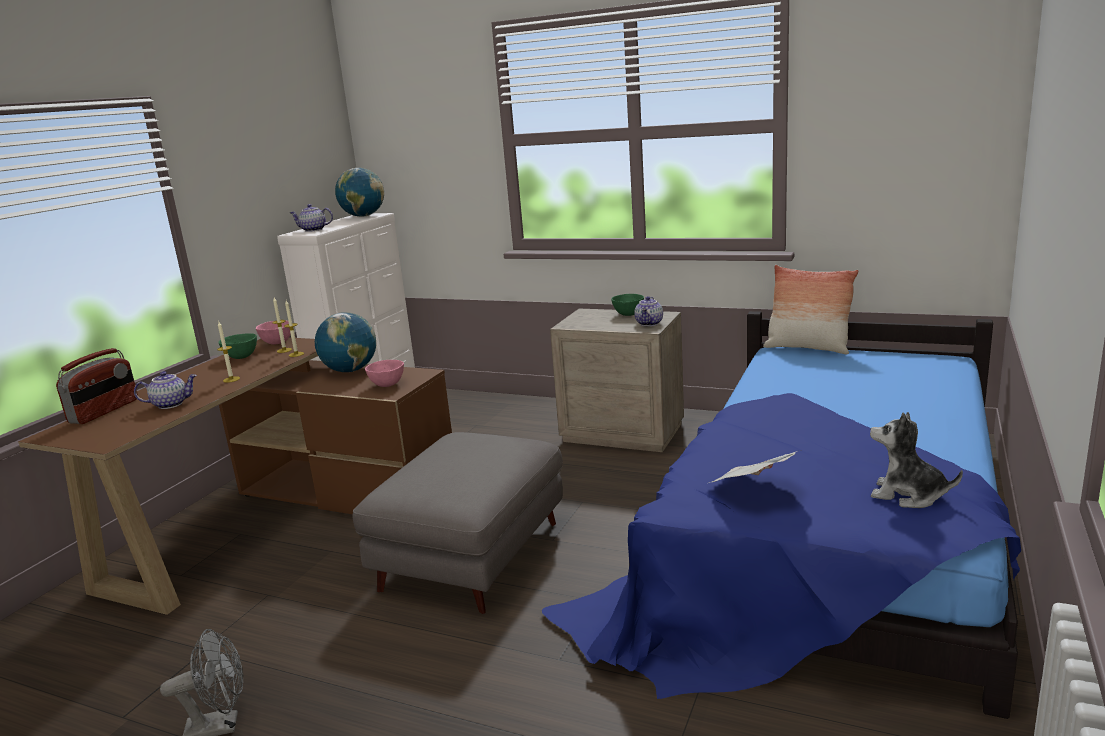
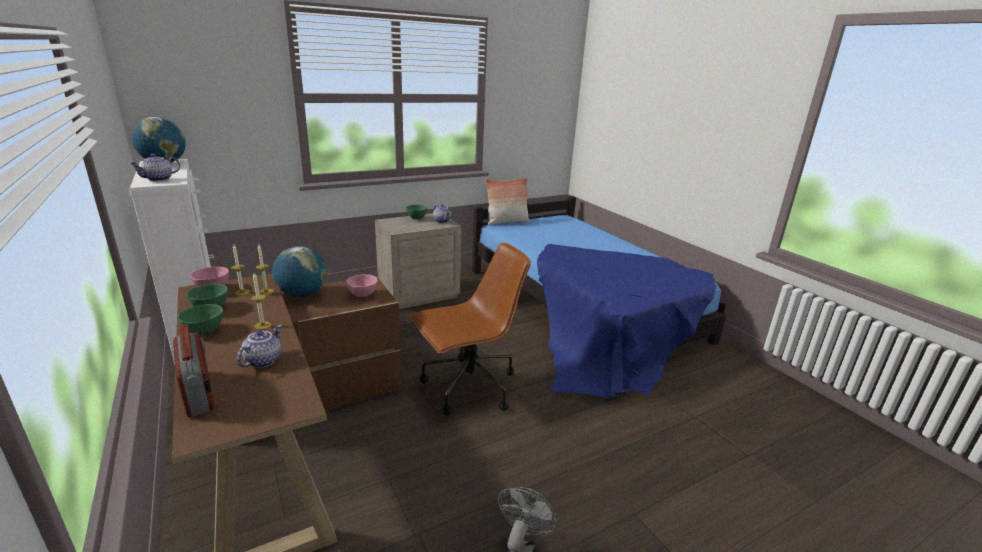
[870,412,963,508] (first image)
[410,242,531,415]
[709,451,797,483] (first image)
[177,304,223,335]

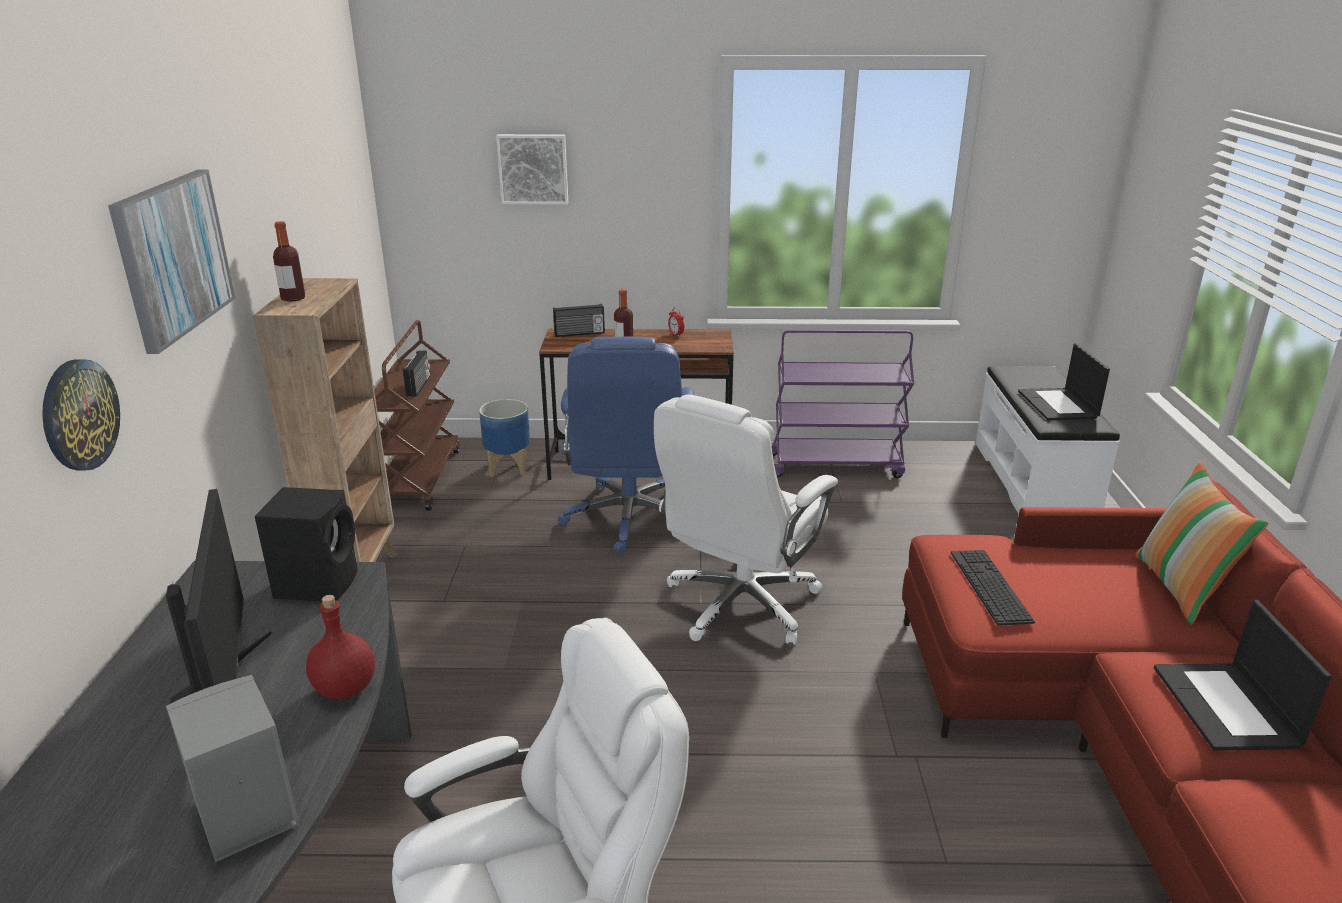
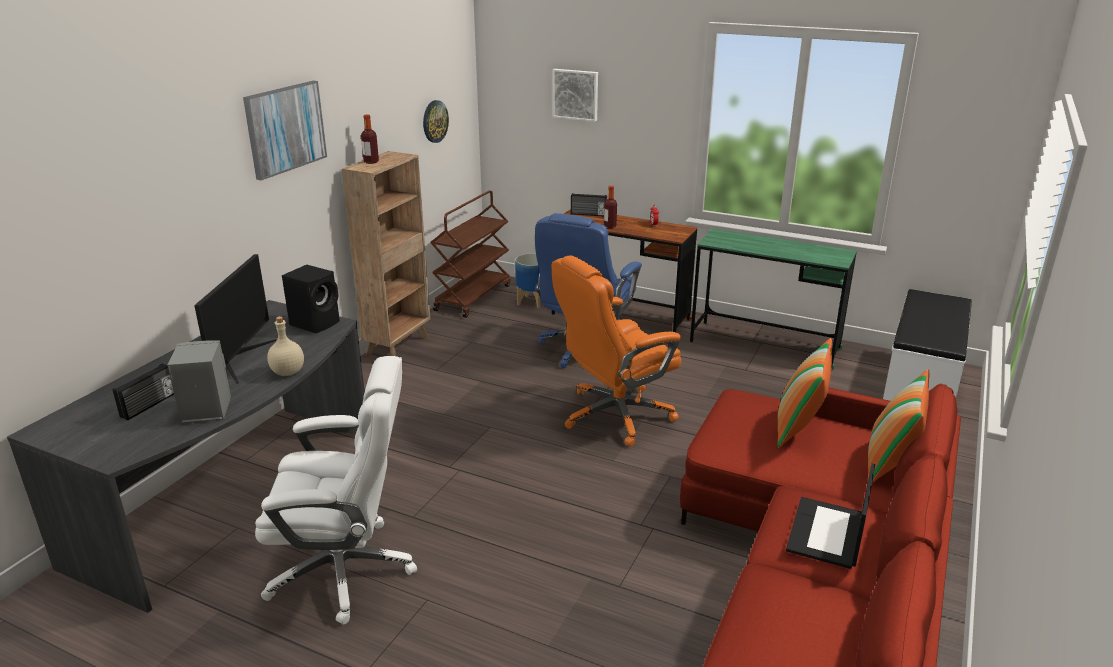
[690,229,857,371]
[1018,343,1110,421] (first image)
[113,363,174,420]
[423,100,449,143]
[552,256,681,447]
[951,550,1035,626] (first image)
[267,316,304,376]
[778,338,832,448]

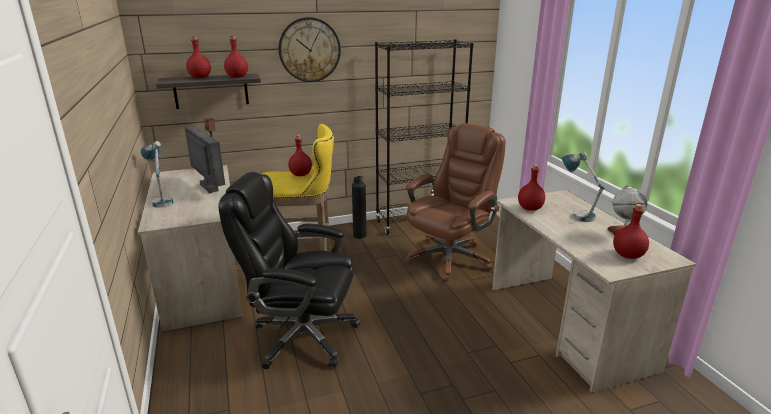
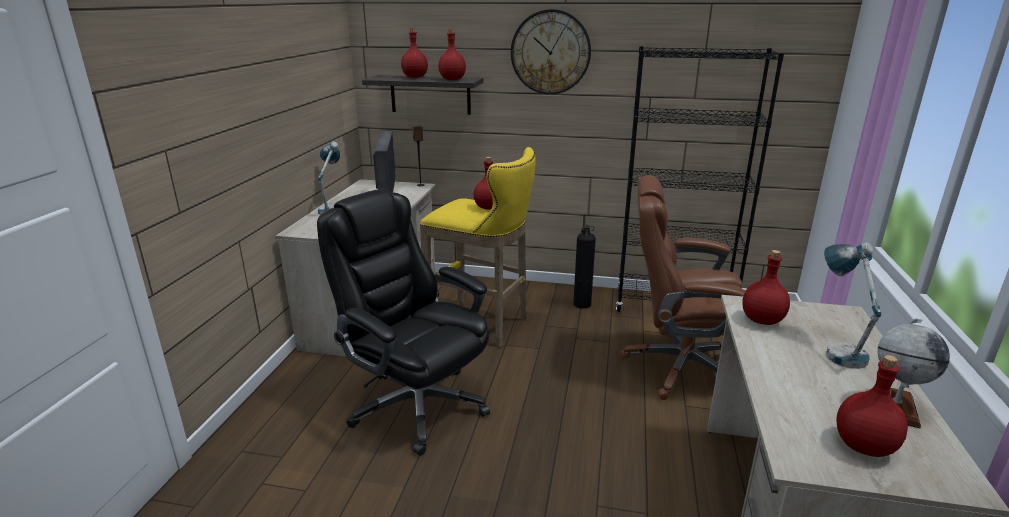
[620,175,745,400]

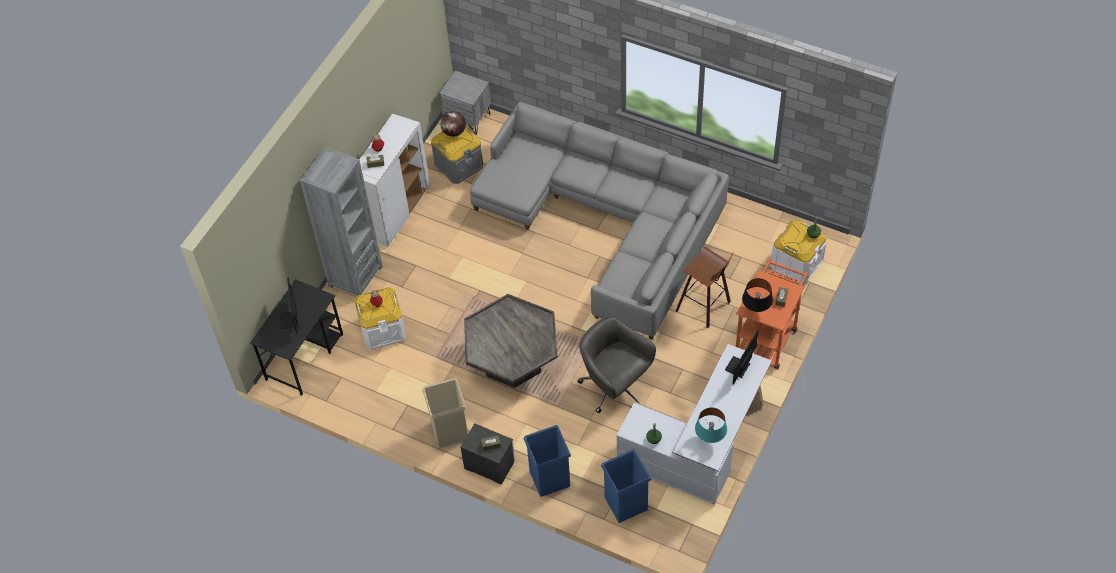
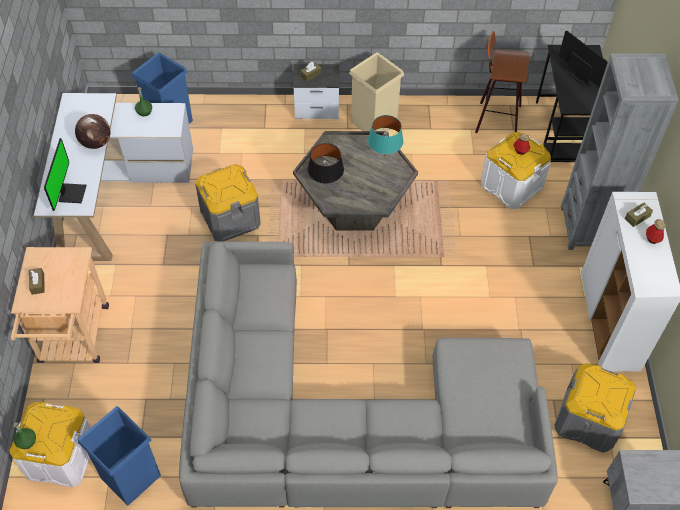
[75,114,110,149]
[475,31,530,133]
[11,247,109,363]
[308,143,344,184]
[195,164,261,242]
[368,115,403,157]
[78,406,161,505]

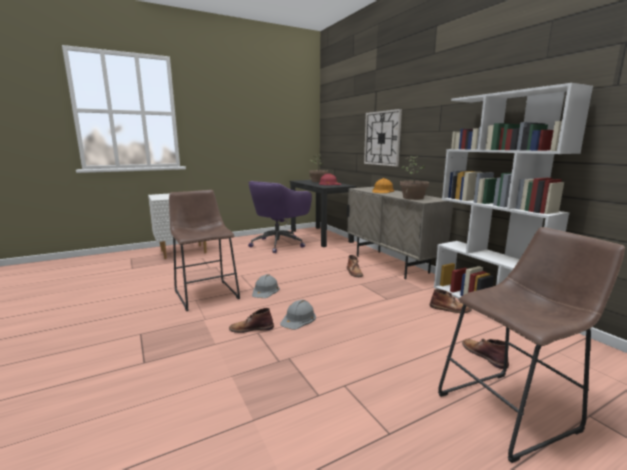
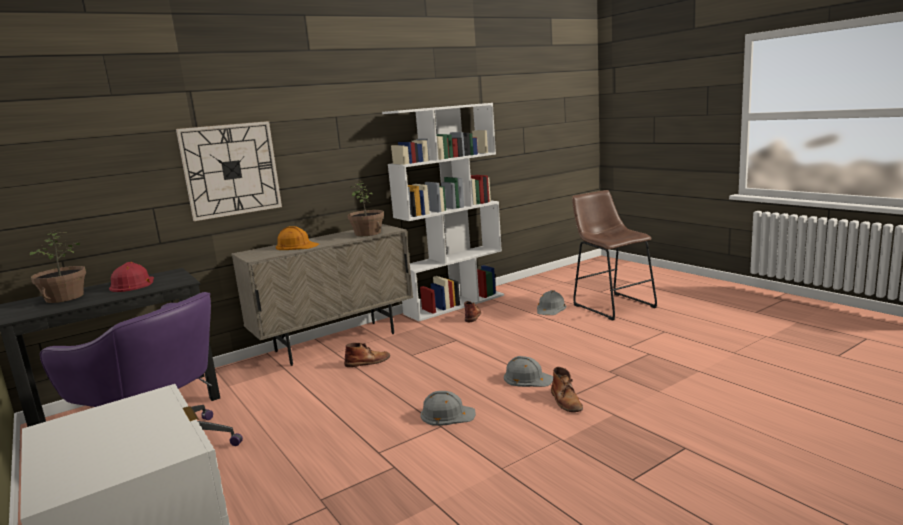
[169,190,240,311] (first image)
[537,290,567,315]

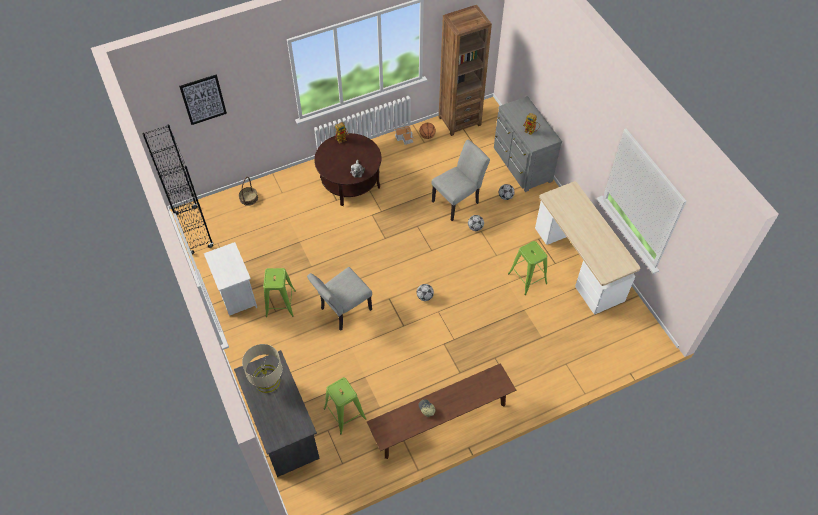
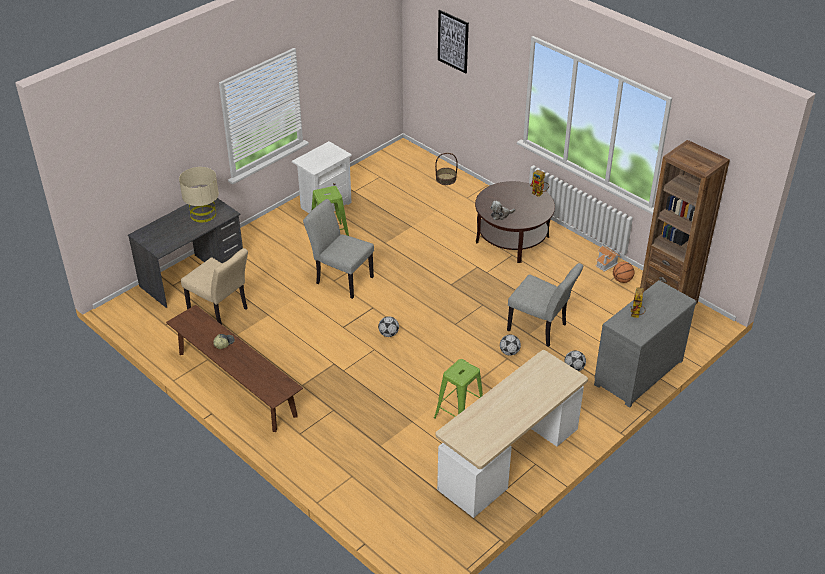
[142,125,213,254] (first image)
[181,248,248,325]

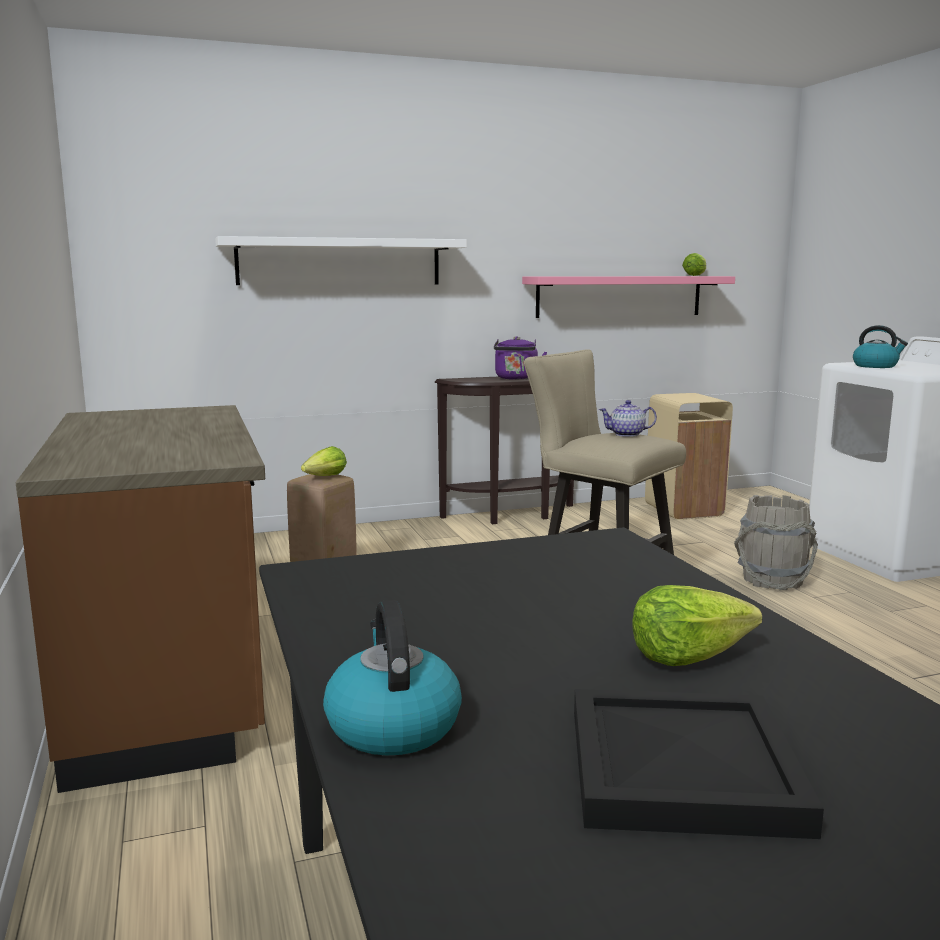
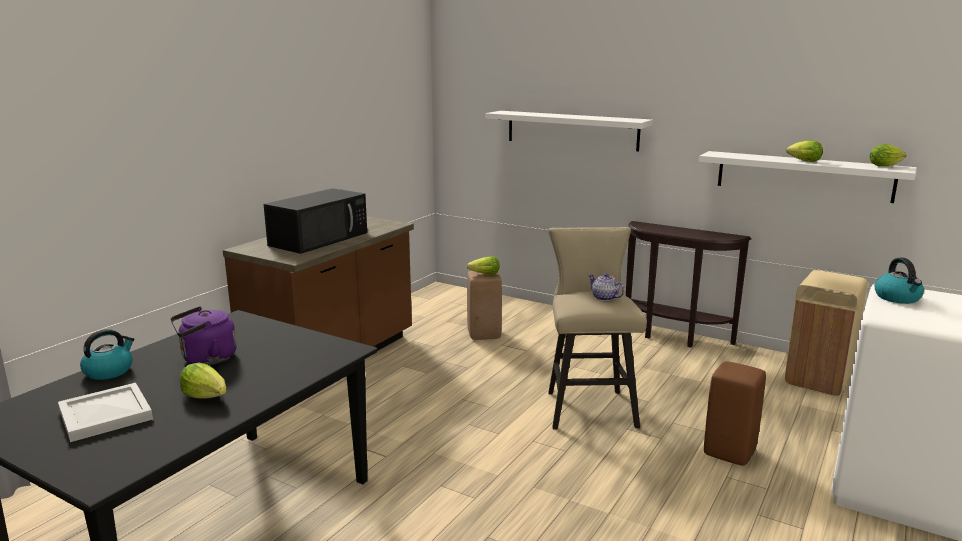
[699,151,917,203]
[170,306,237,365]
[704,361,766,466]
[58,383,153,442]
[786,140,823,162]
[264,188,367,254]

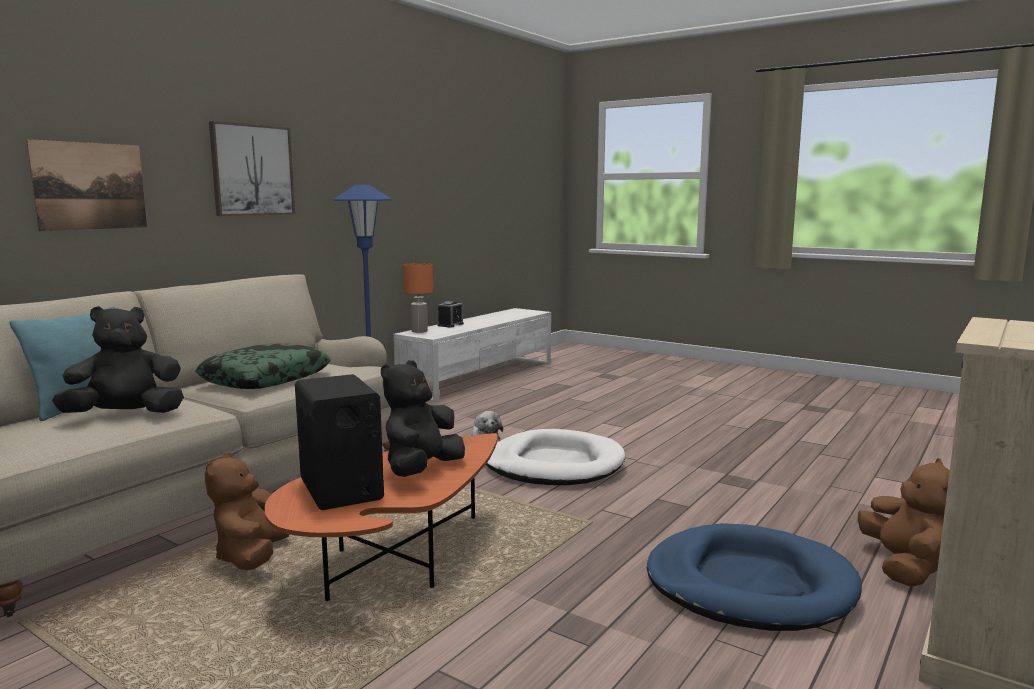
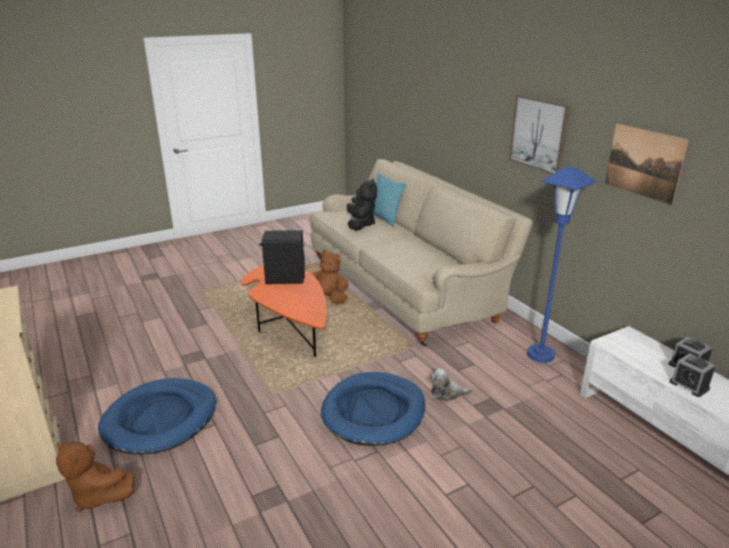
[605,124,689,205]
[403,263,433,333] (first image)
[195,343,331,389] (first image)
[381,360,465,477] (first image)
[321,372,425,446]
[670,353,715,397]

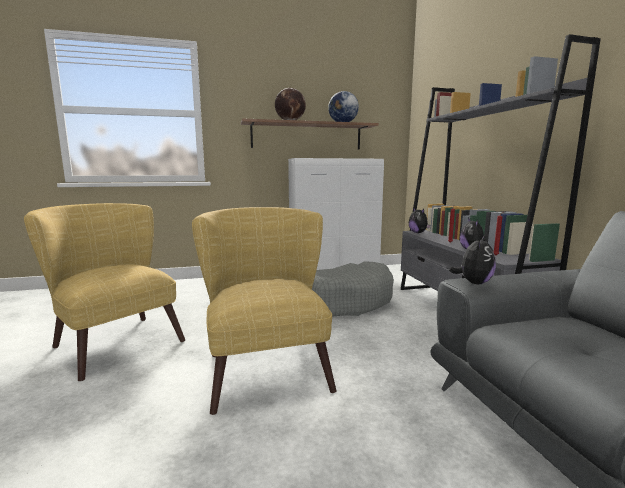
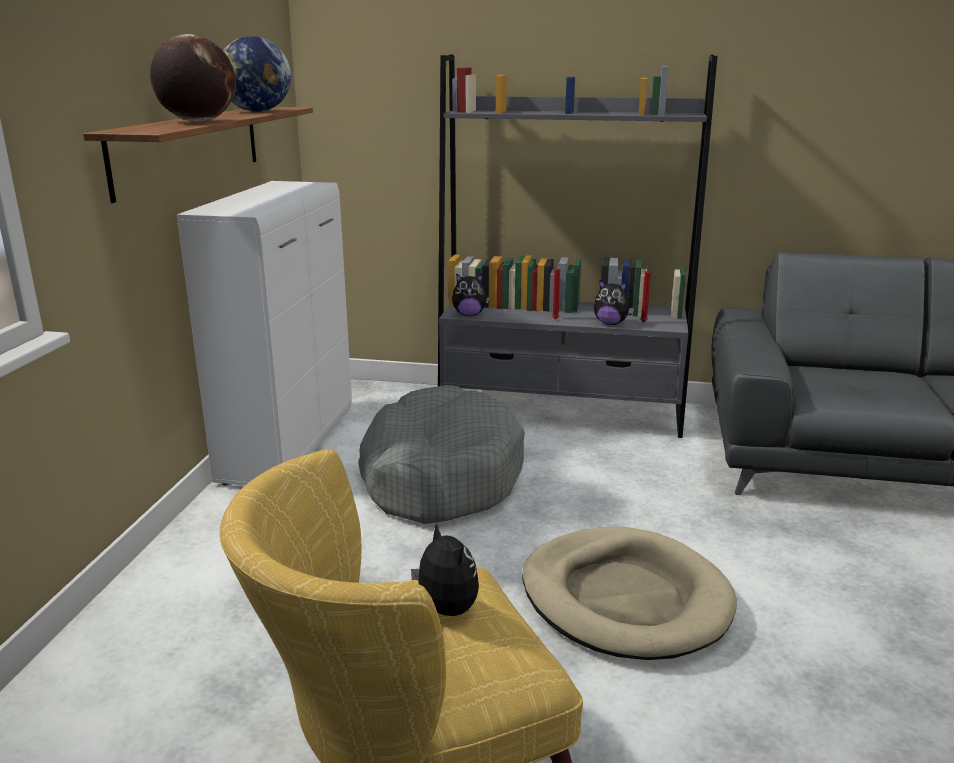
[522,527,737,660]
[411,522,479,616]

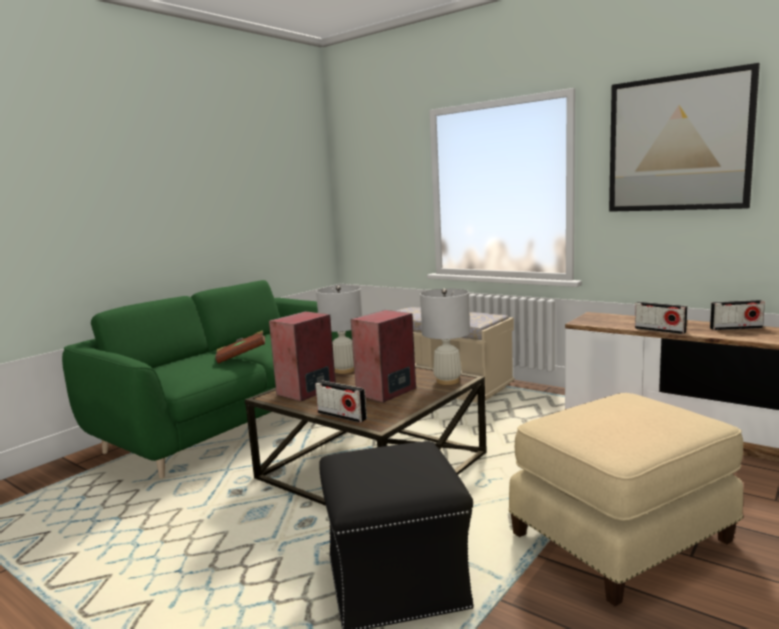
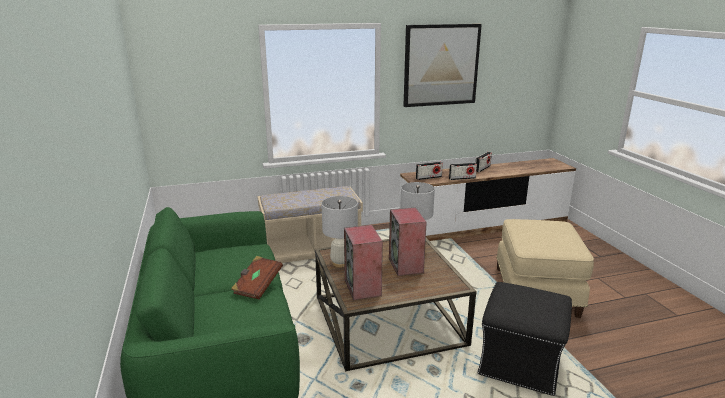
[416,162,443,180]

